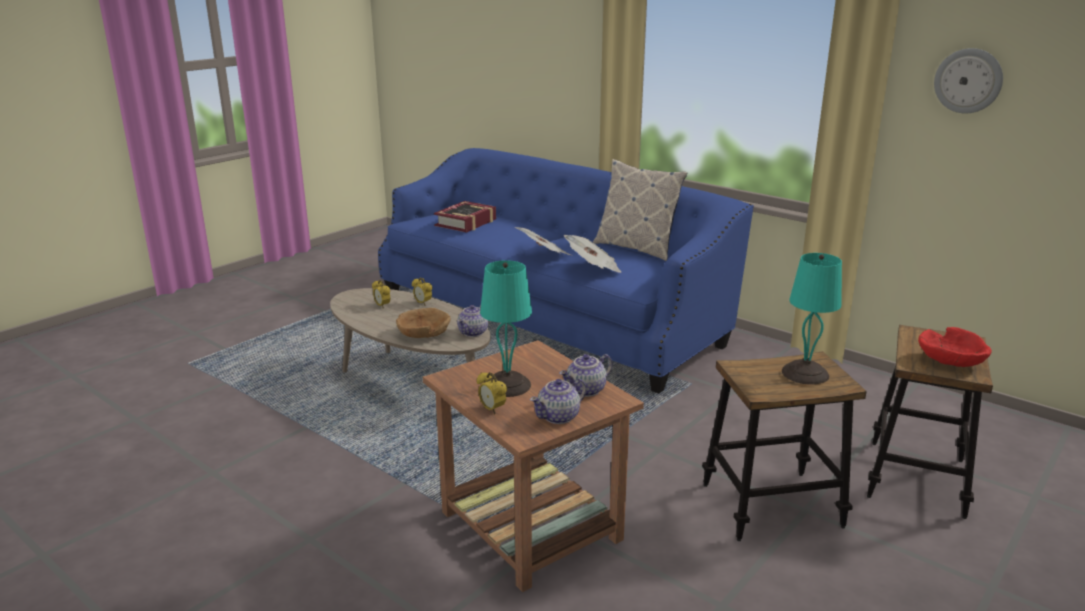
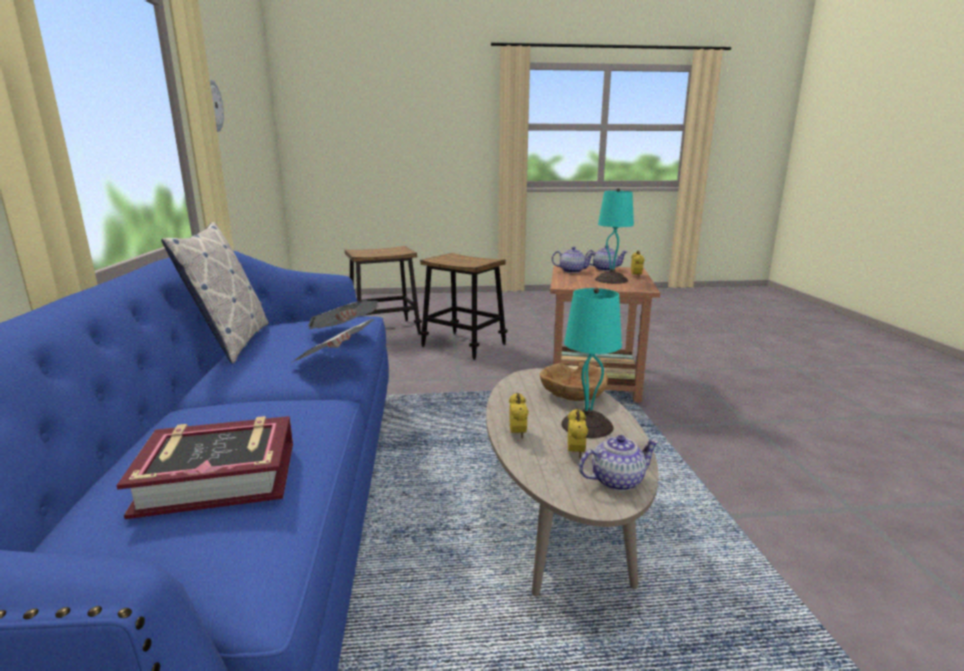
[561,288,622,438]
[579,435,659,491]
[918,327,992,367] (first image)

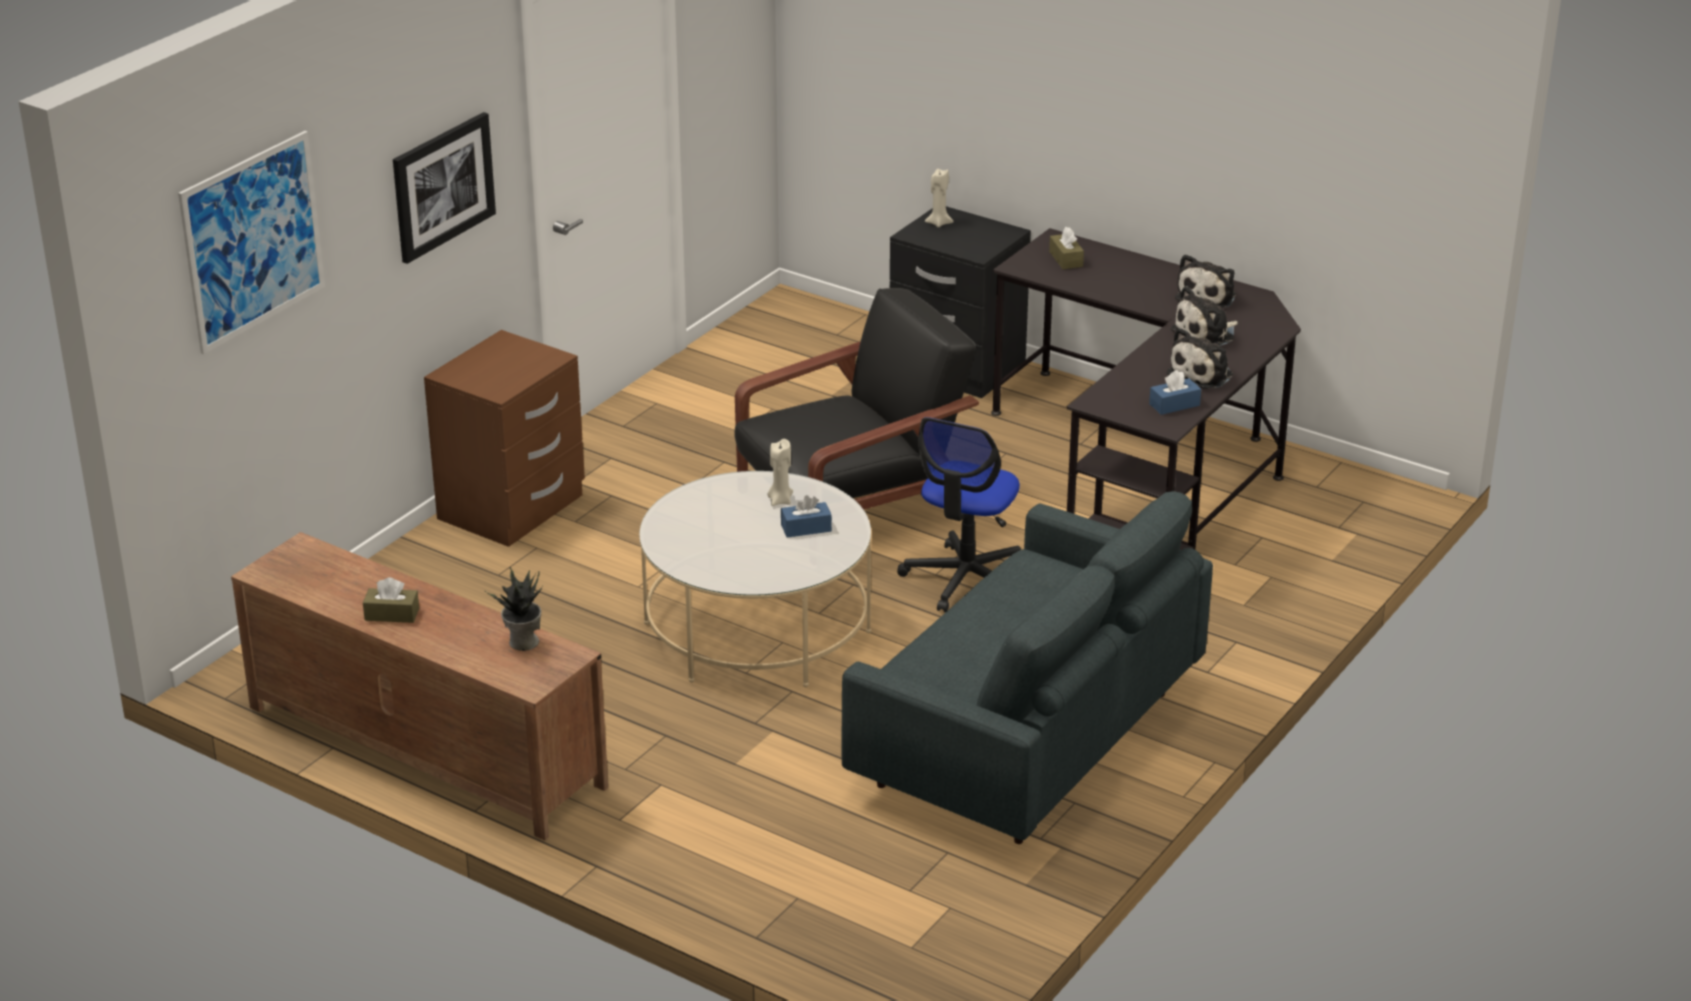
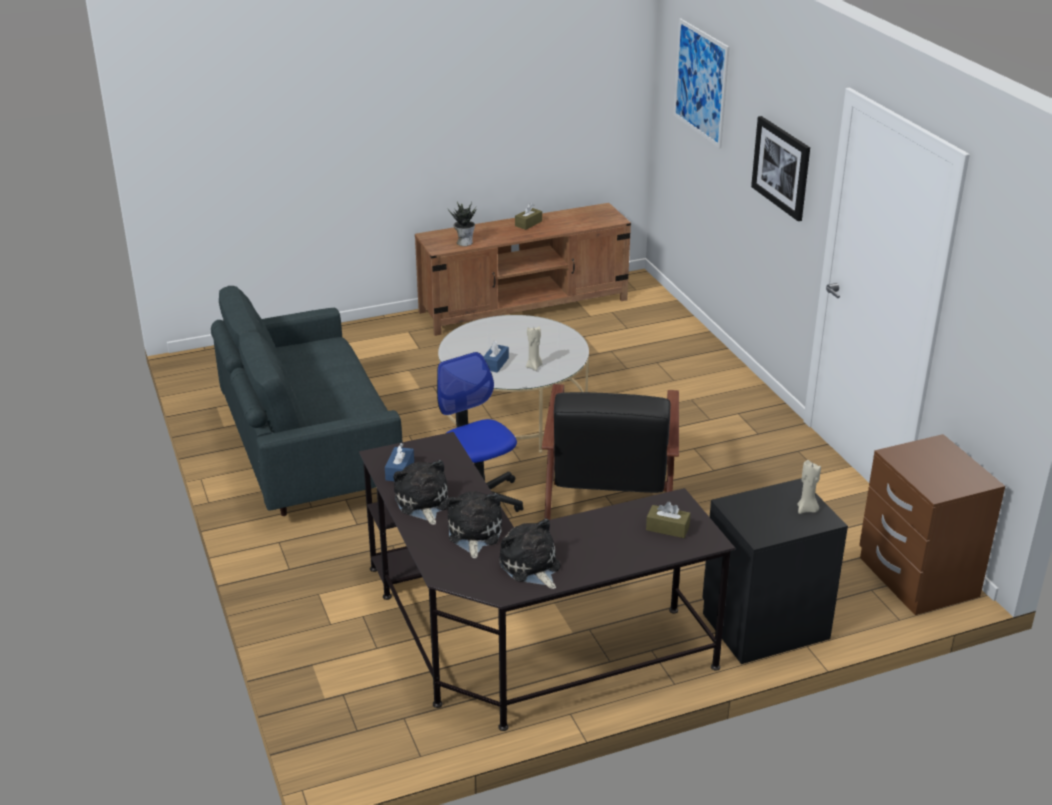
[859,434,1005,615]

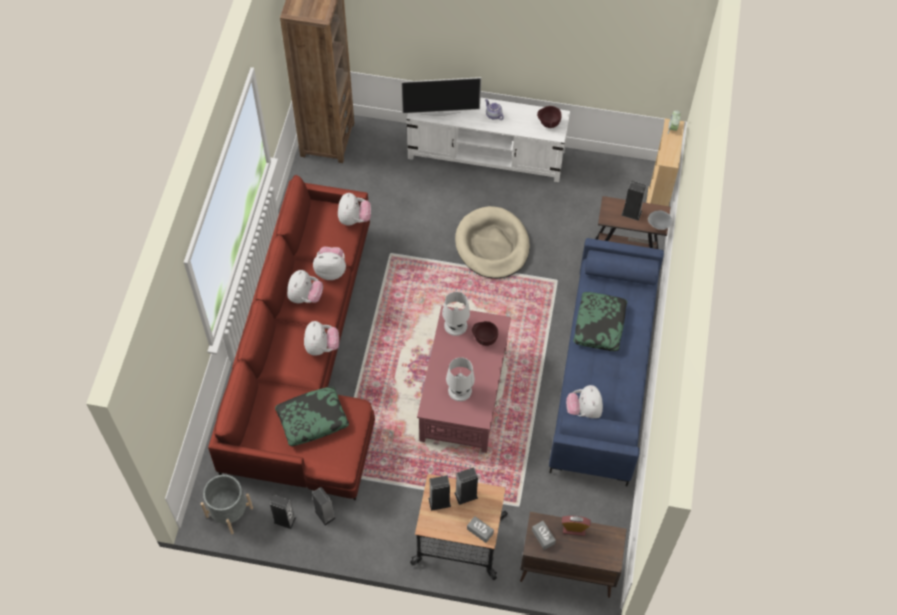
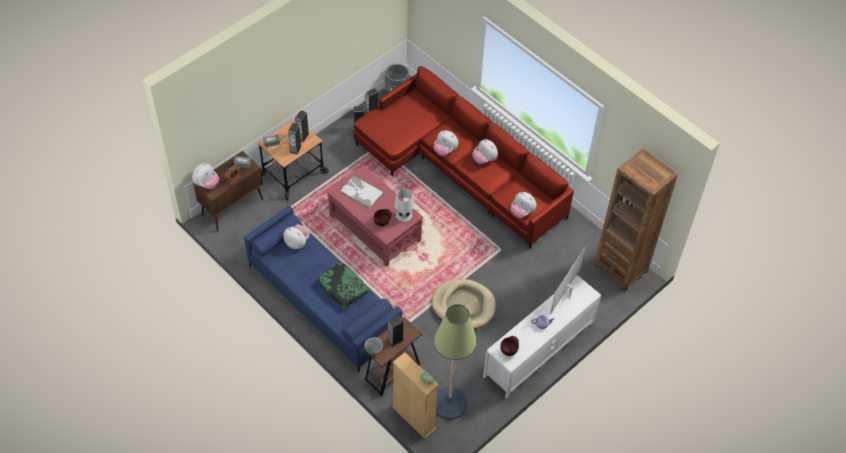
[192,163,219,189]
[339,176,384,209]
[275,386,349,446] (first image)
[434,304,476,419]

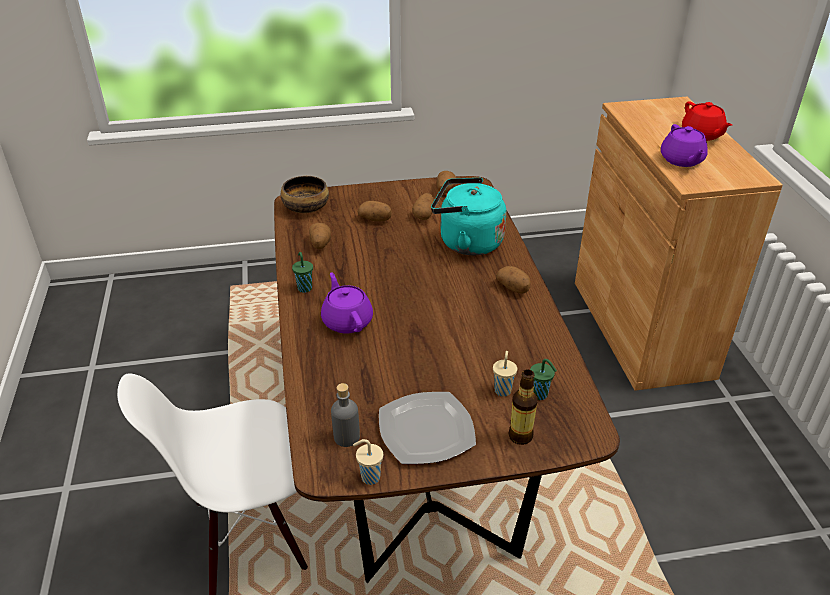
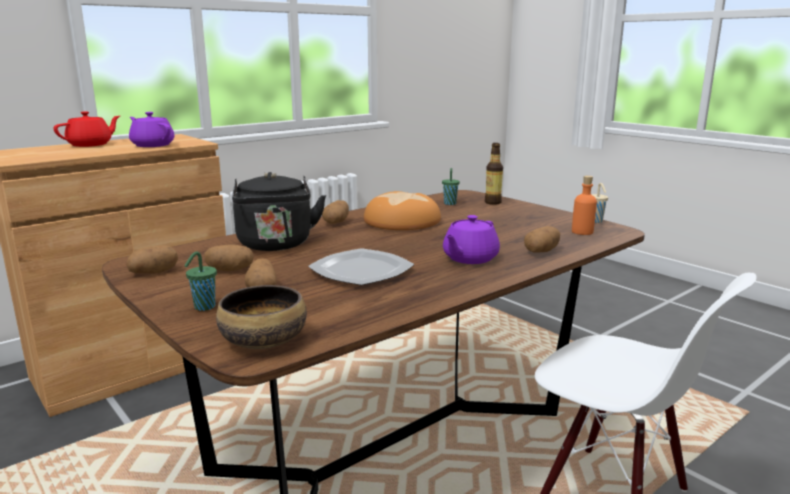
[129,112,174,147]
[232,172,326,251]
[524,226,560,253]
[184,251,217,311]
[493,351,517,397] (first image)
[572,175,597,235]
[308,248,414,285]
[364,191,441,230]

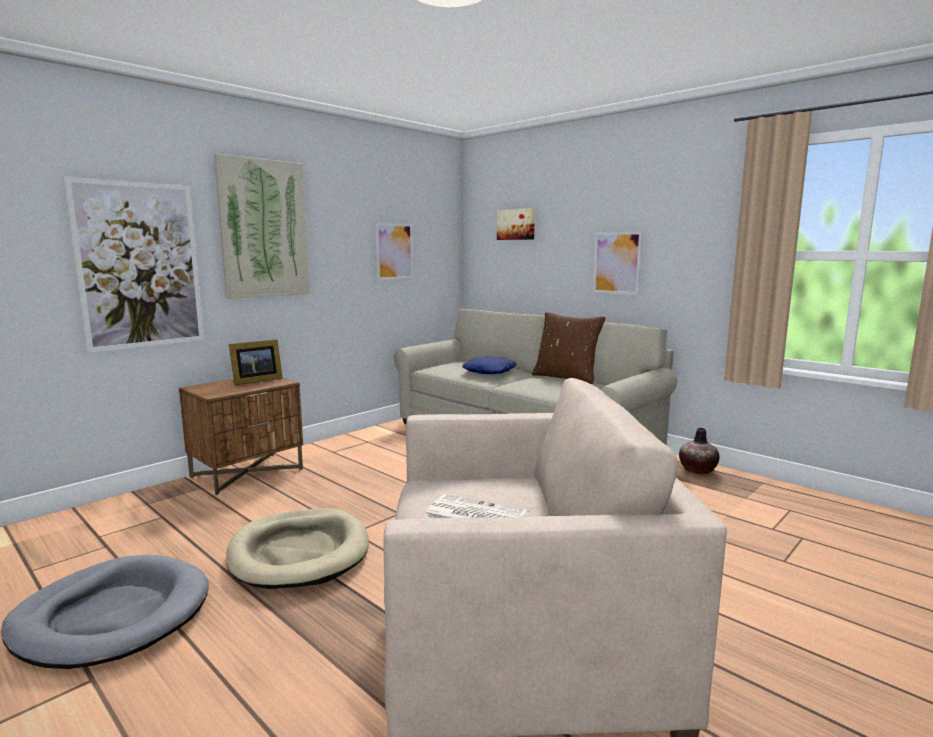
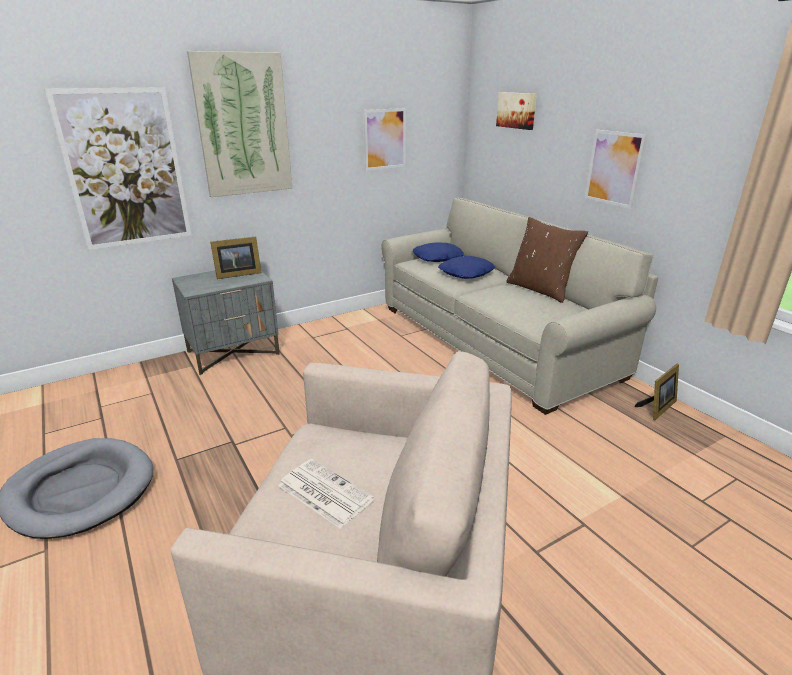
[172,271,280,375]
[635,364,679,420]
[226,508,369,589] (first image)
[413,242,464,262]

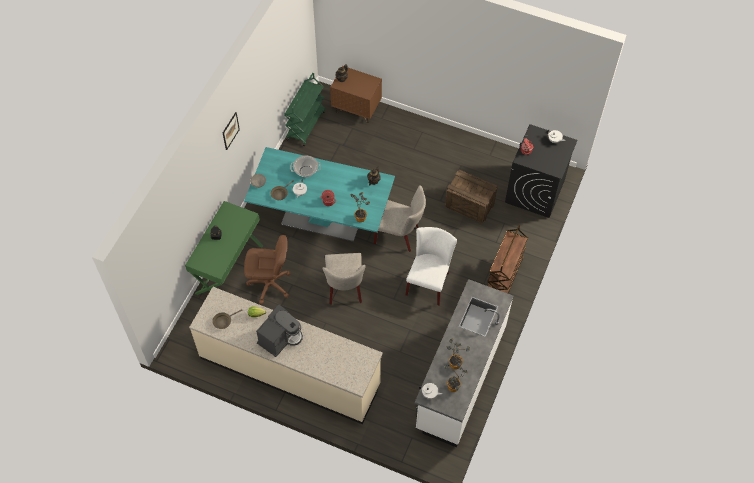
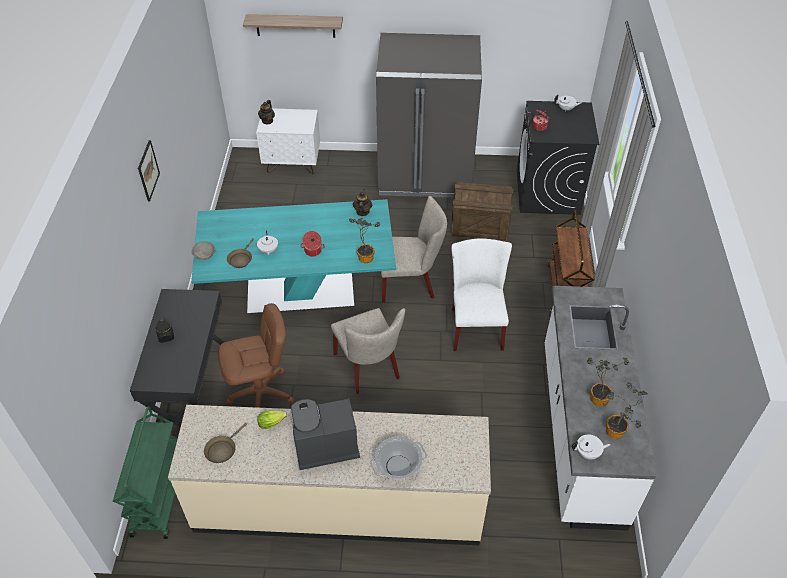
[256,109,320,174]
[113,406,178,539]
[370,436,427,479]
[130,289,224,427]
[290,398,360,470]
[243,14,343,38]
[376,33,482,198]

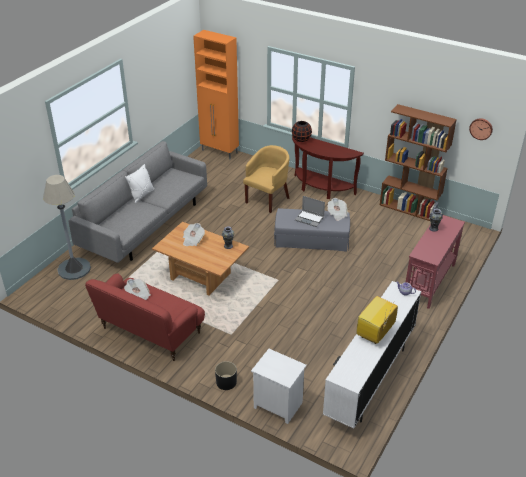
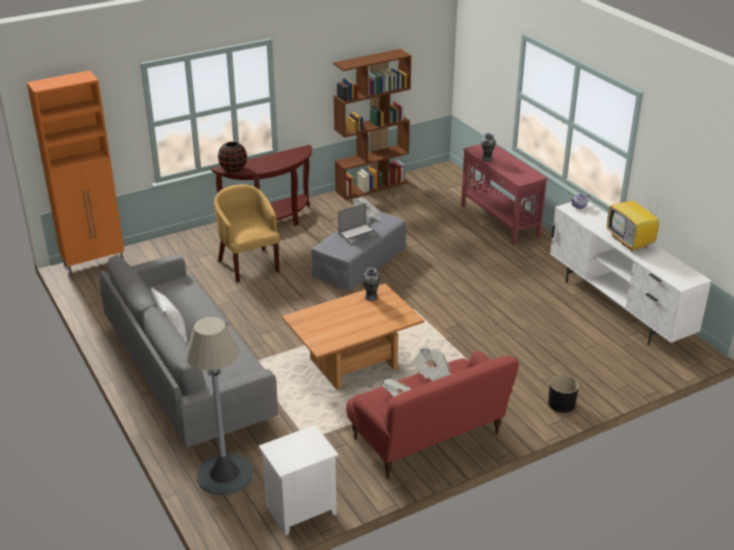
[469,118,493,140] (first image)
[415,347,451,381]
[259,425,338,536]

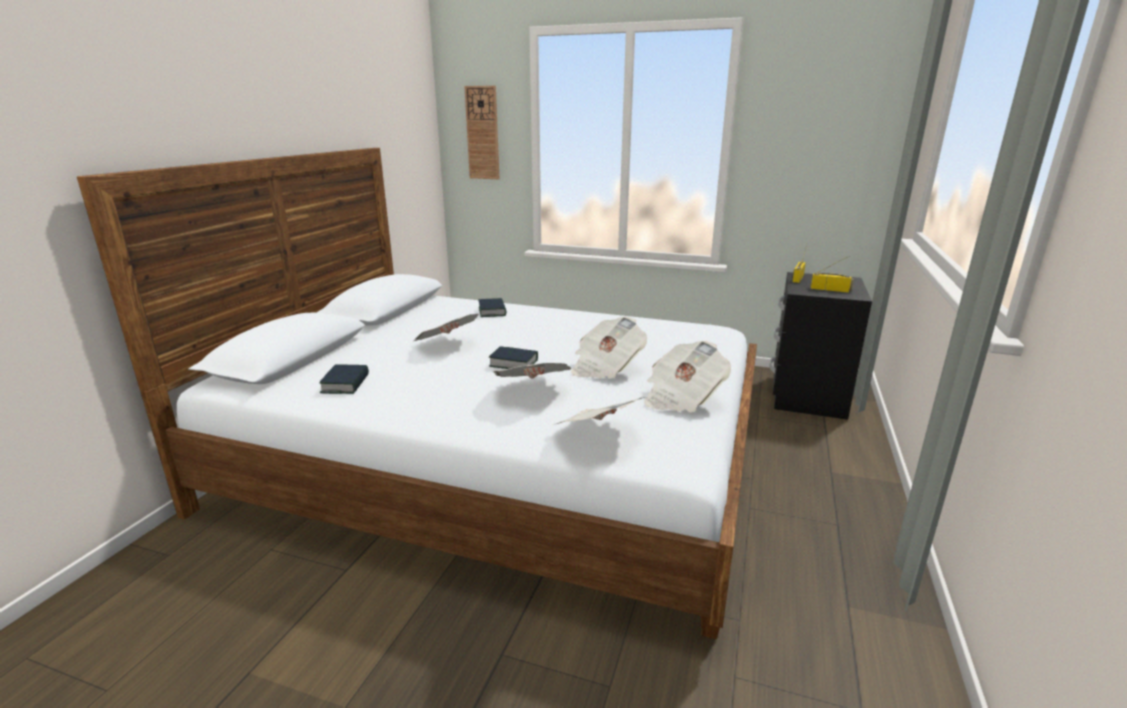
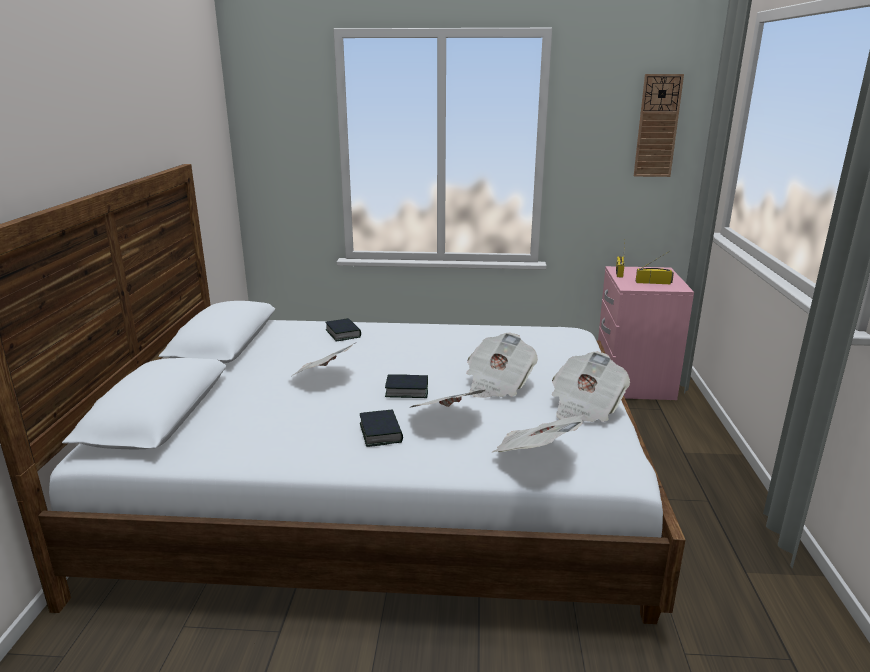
[634,74,684,177]
[598,266,694,400]
[360,409,403,447]

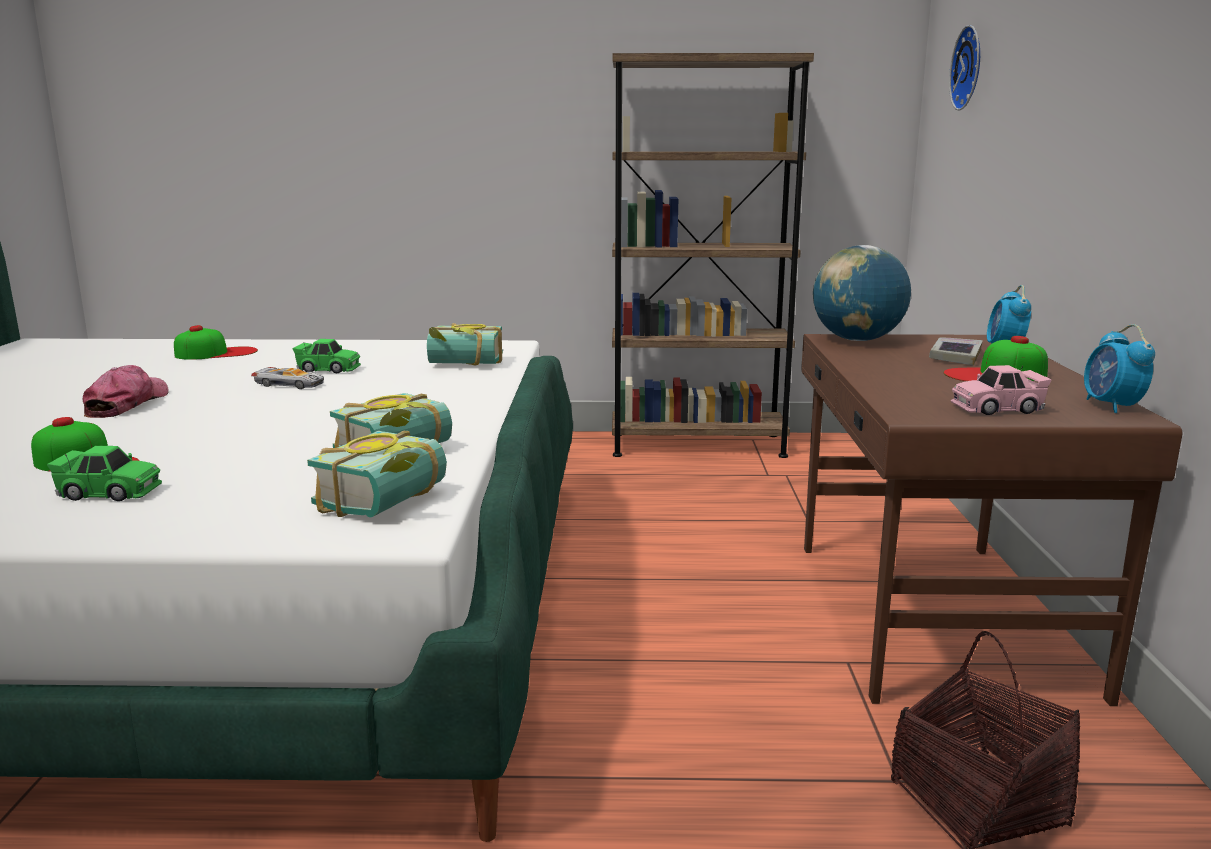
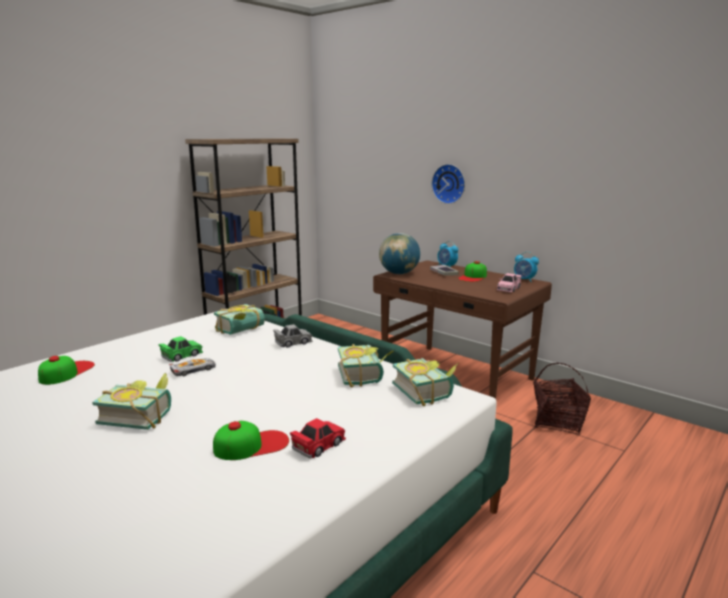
[432,164,465,204]
[92,373,171,430]
[290,418,346,459]
[273,324,313,348]

